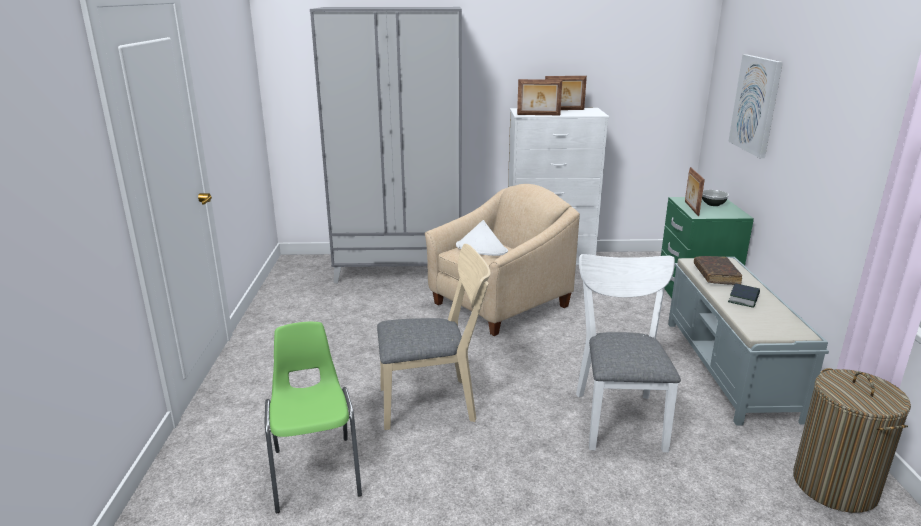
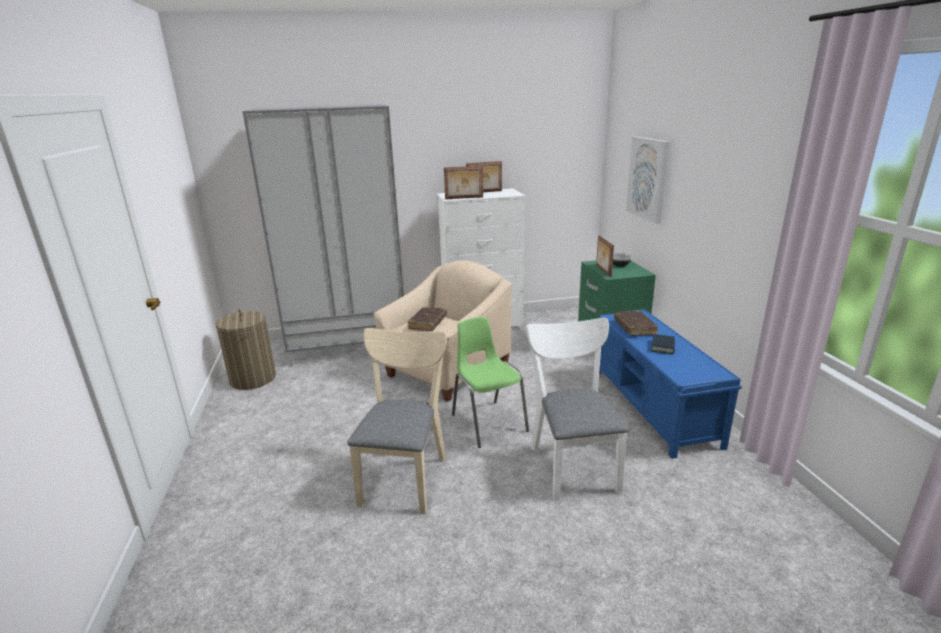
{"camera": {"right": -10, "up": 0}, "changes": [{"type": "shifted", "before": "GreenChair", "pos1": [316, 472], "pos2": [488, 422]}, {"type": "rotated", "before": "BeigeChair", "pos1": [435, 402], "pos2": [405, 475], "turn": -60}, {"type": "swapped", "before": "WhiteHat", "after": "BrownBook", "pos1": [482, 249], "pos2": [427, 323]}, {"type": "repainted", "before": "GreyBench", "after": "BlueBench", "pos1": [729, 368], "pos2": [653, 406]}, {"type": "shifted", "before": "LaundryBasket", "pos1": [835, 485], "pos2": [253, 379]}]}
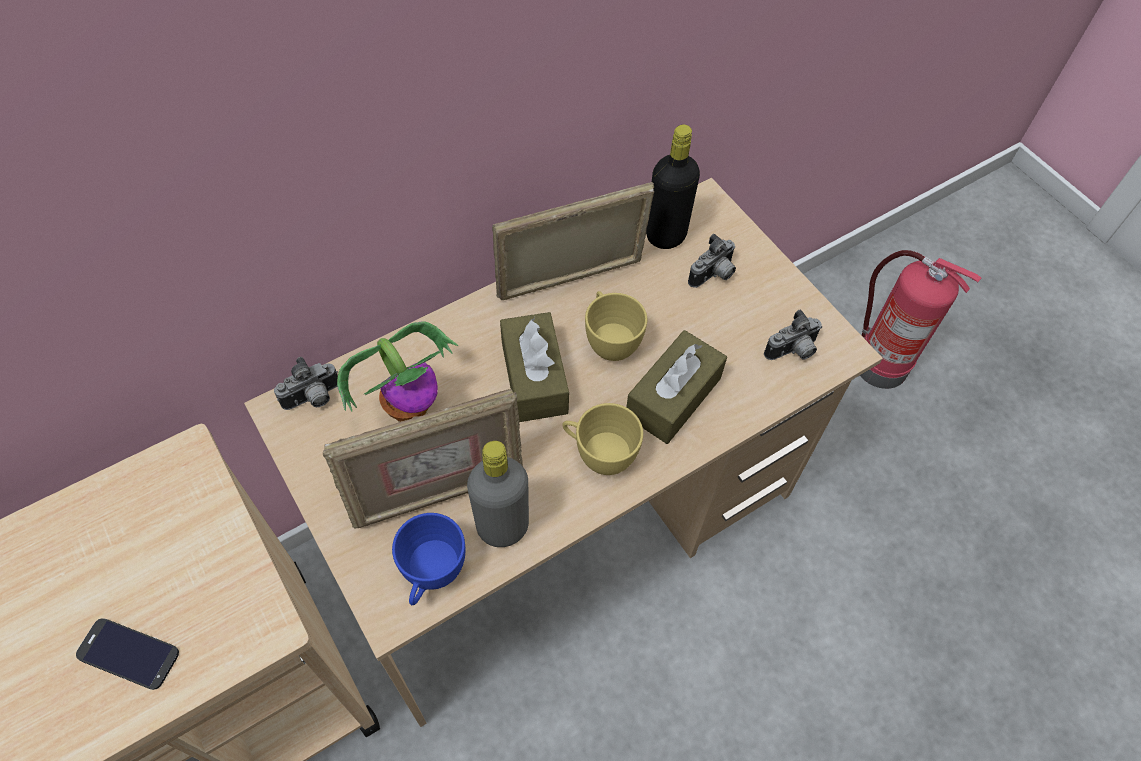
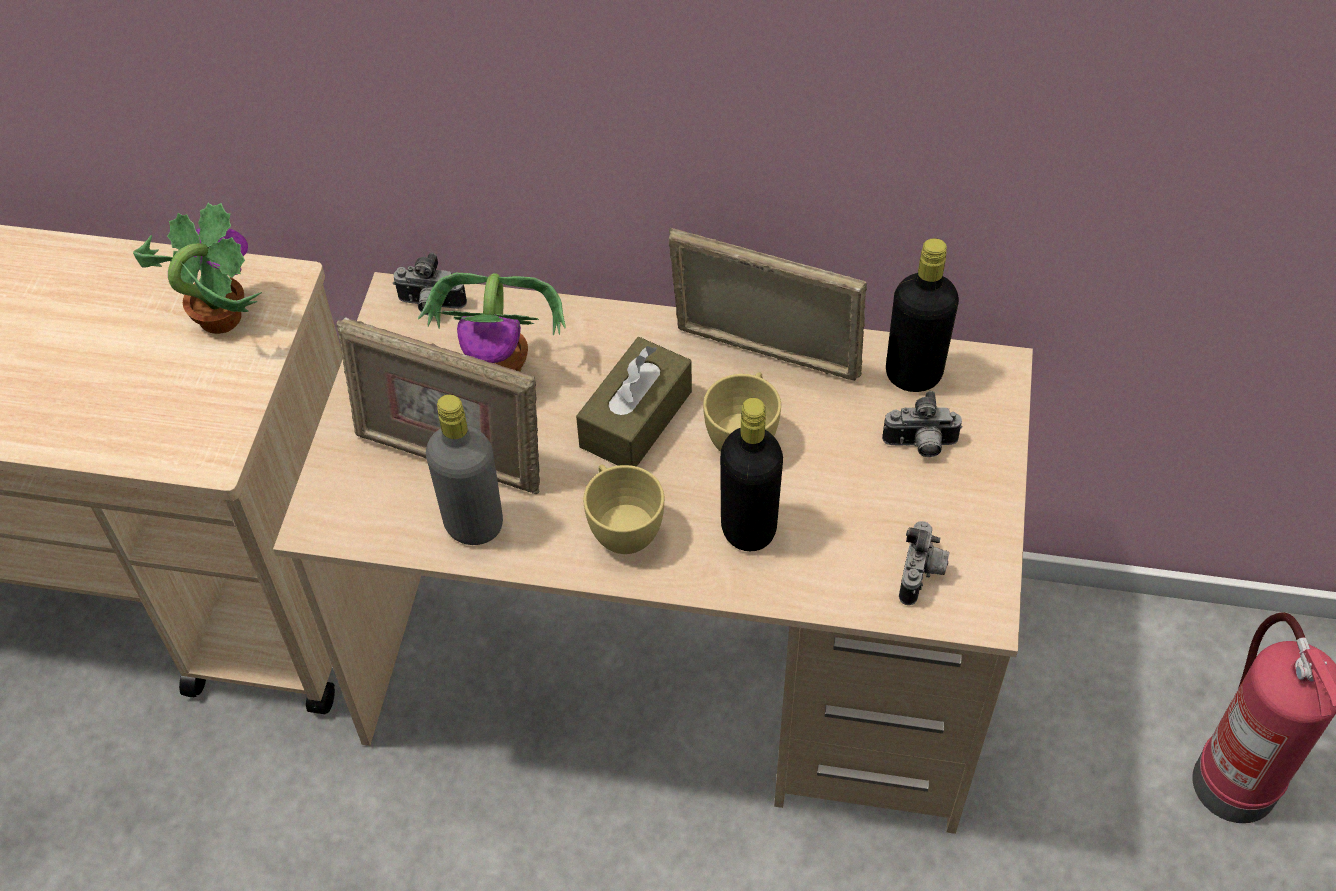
{"camera": {"right": 45, "up": -5}, "changes": [{"type": "gone", "before": "Phone", "pos1": [128, 653]}, {"type": "gone", "before": "BlueCup", "pos1": [431, 575]}, {"type": "swapped", "before": "BrownTissueBox", "after": "BlackBottle", "pos1": [673, 397], "pos2": [748, 529]}, {"type": "rotated", "before": "PhotoCamera", "pos1": [793, 352], "pos2": [922, 575], "turn": -90}, {"type": "new", "after": "PottedPlant", "pos2": [218, 317]}]}
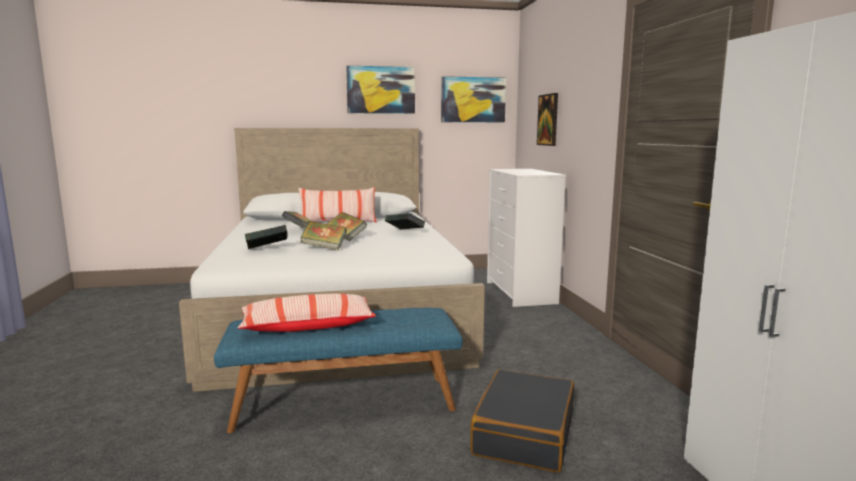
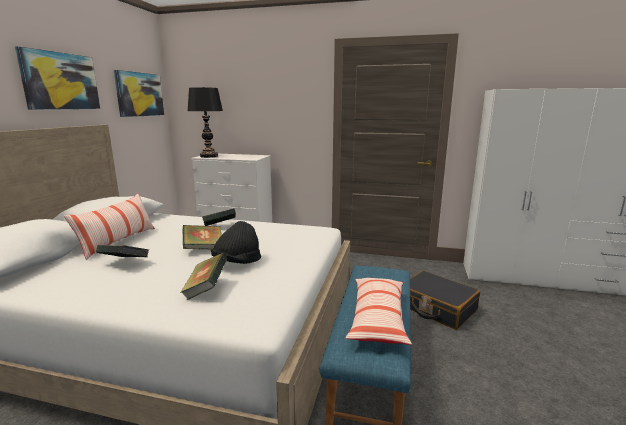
{"camera": {"right": -65, "up": 5}, "changes": [{"type": "swapped", "before": "Book", "after": "BlackHat", "pos1": [324, 248], "pos2": [237, 262]}, {"type": "gone", "before": "Picture", "pos1": [548, 120]}, {"type": "new", "after": "BlackTableLamp", "pos2": [209, 156]}]}
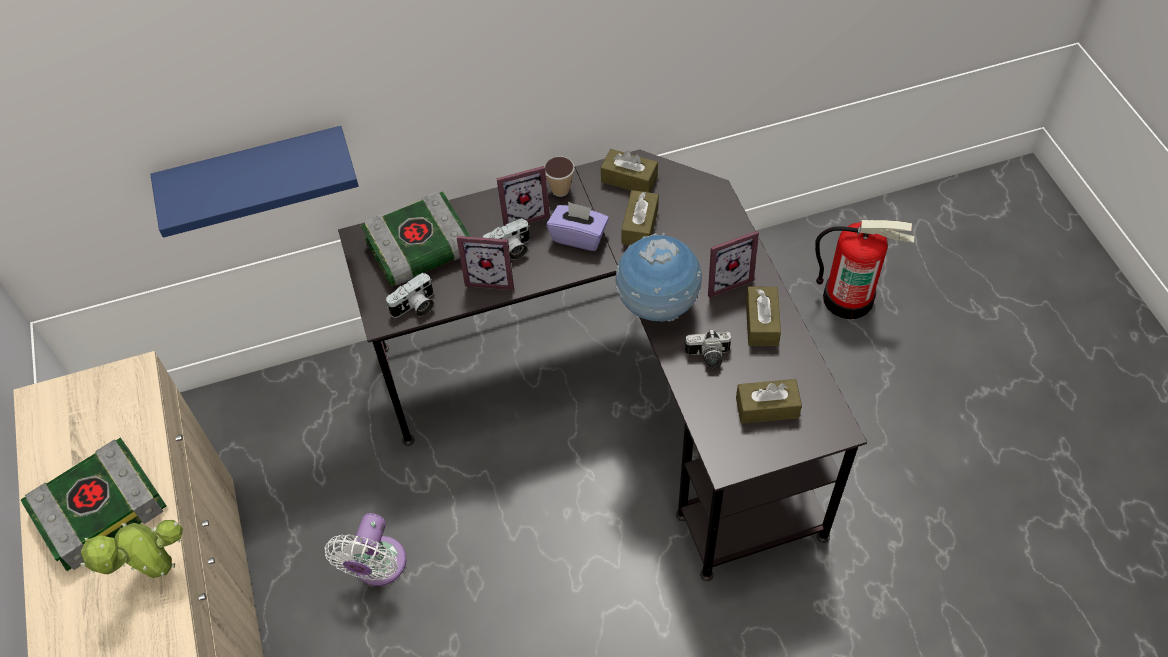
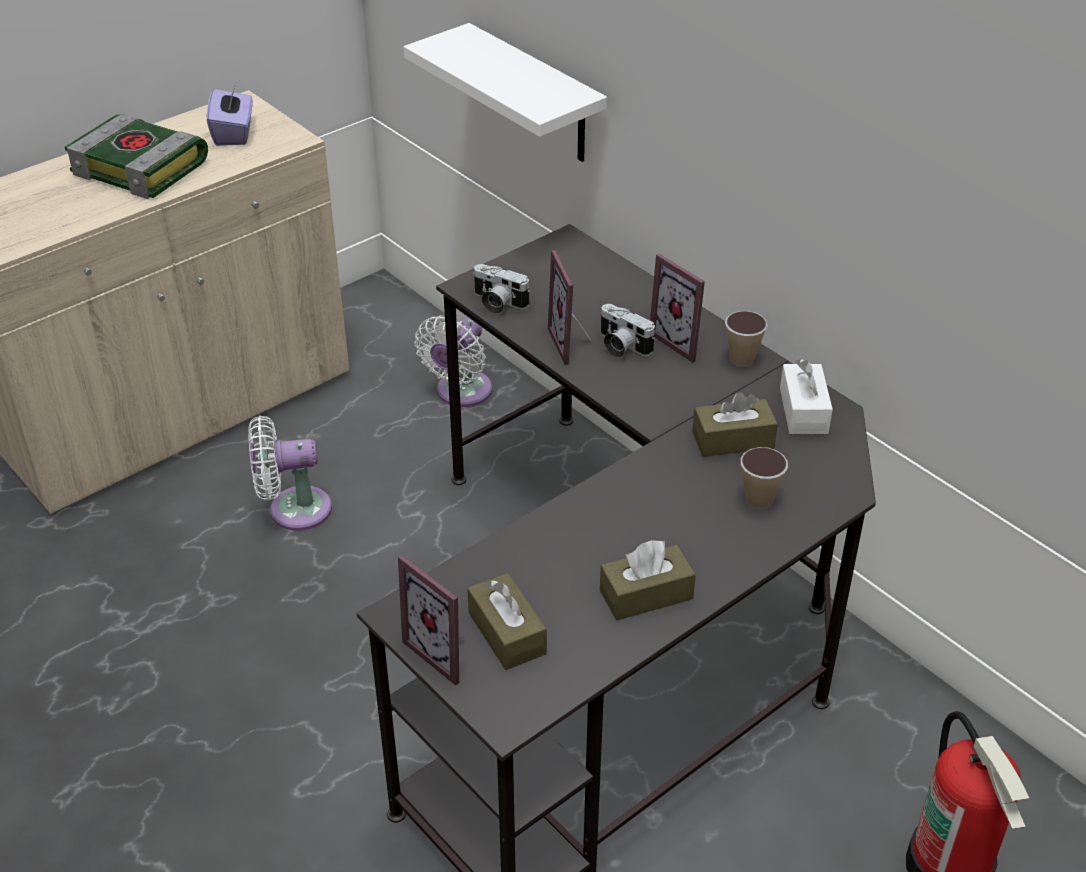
{"camera": {"right": 65, "up": -15}, "changes": [{"type": "gone", "before": "PottedPlant", "pos1": [158, 572]}, {"type": "repainted", "before": "BlueShelf", "after": "WhiteShelf", "pos1": [256, 174], "pos2": [535, 95]}, {"type": "gone", "before": "Book", "pos1": [419, 250]}, {"type": "shifted", "before": "PurpleTissueBox", "pos1": [579, 236], "pos2": [234, 133]}, {"type": "repainted", "before": "BrownTissueBox", "after": "WhiteTissueBox", "pos1": [629, 179], "pos2": [803, 411]}, {"type": "gone", "before": "Globe", "pos1": [657, 306]}, {"type": "gone", "before": "PhotoCamera", "pos1": [708, 357]}, {"type": "shifted", "before": "PictureFrame", "pos1": [724, 279], "pos2": [445, 651]}, {"type": "new", "after": "WhiteFan", "pos2": [461, 393]}, {"type": "new", "after": "Cup", "pos2": [759, 500]}]}
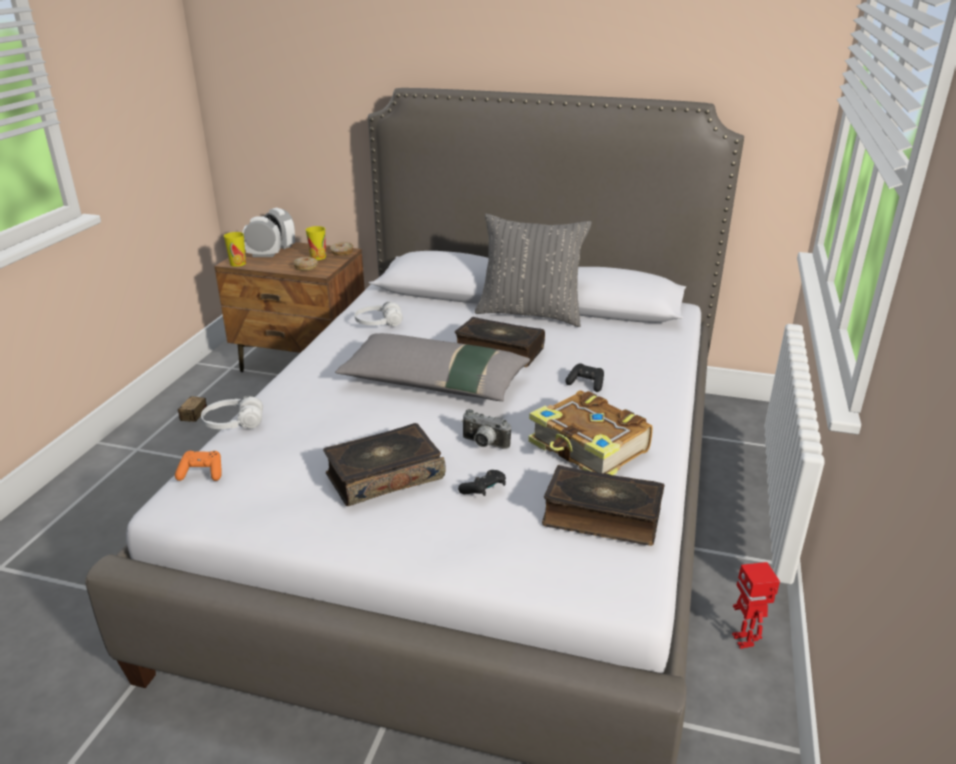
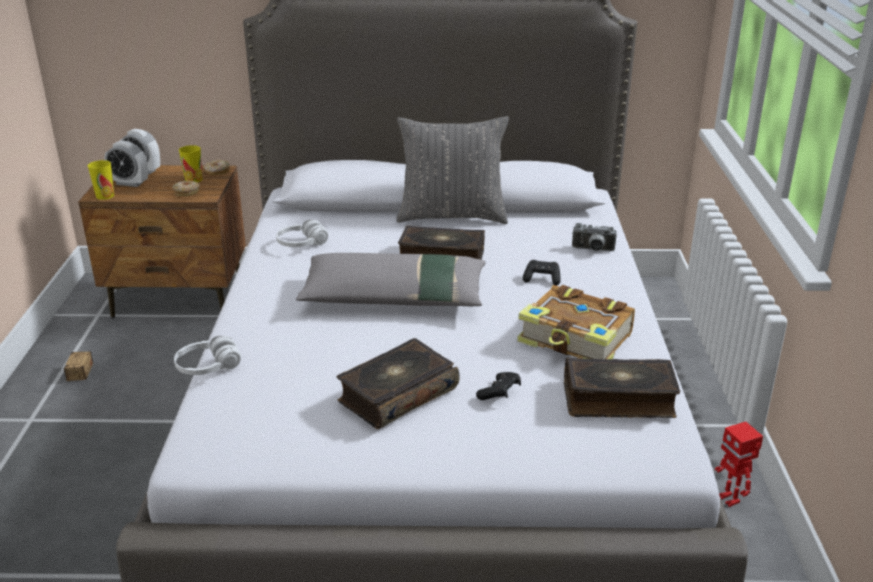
{"camera": {"right": -15, "up": 0}, "changes": [{"type": "gone", "before": "OrangeGameController", "pos1": [202, 473]}, {"type": "rotated", "before": "AlarmClock", "pos1": [264, 255], "pos2": [129, 183], "turn": -150}, {"type": "shifted", "before": "PhotoCamera", "pos1": [483, 444], "pos2": [593, 250]}]}
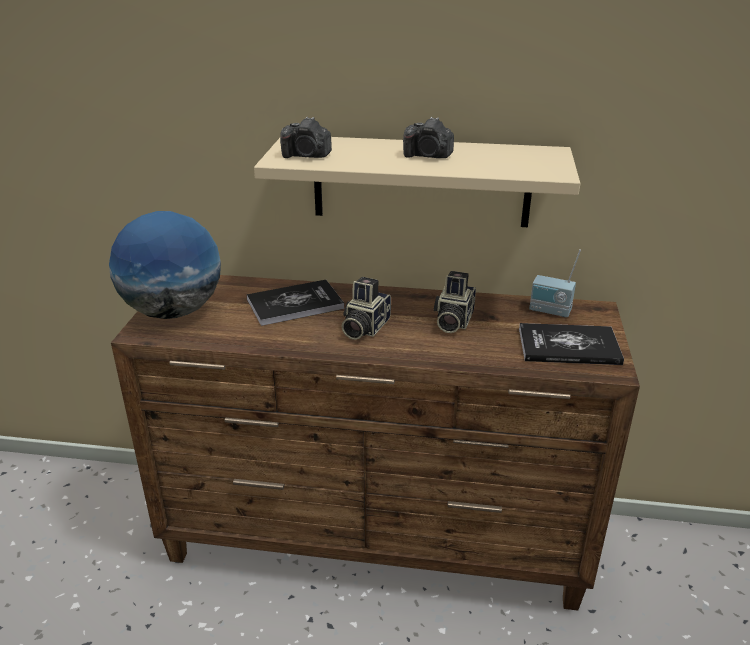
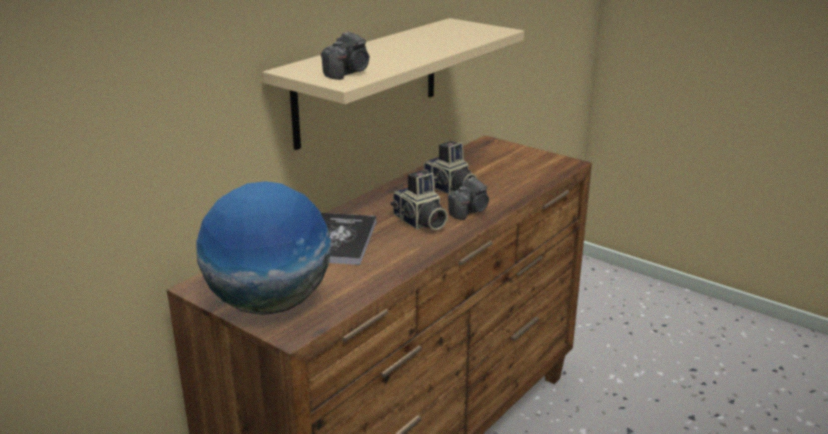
{"camera": {"right": -60, "up": -5}, "changes": [{"type": "shifted", "before": "PhotoCamera", "pos1": [428, 156], "pos2": [469, 211]}, {"type": "gone", "before": "Book", "pos1": [568, 346]}, {"type": "gone", "before": "Radio", "pos1": [550, 311]}]}
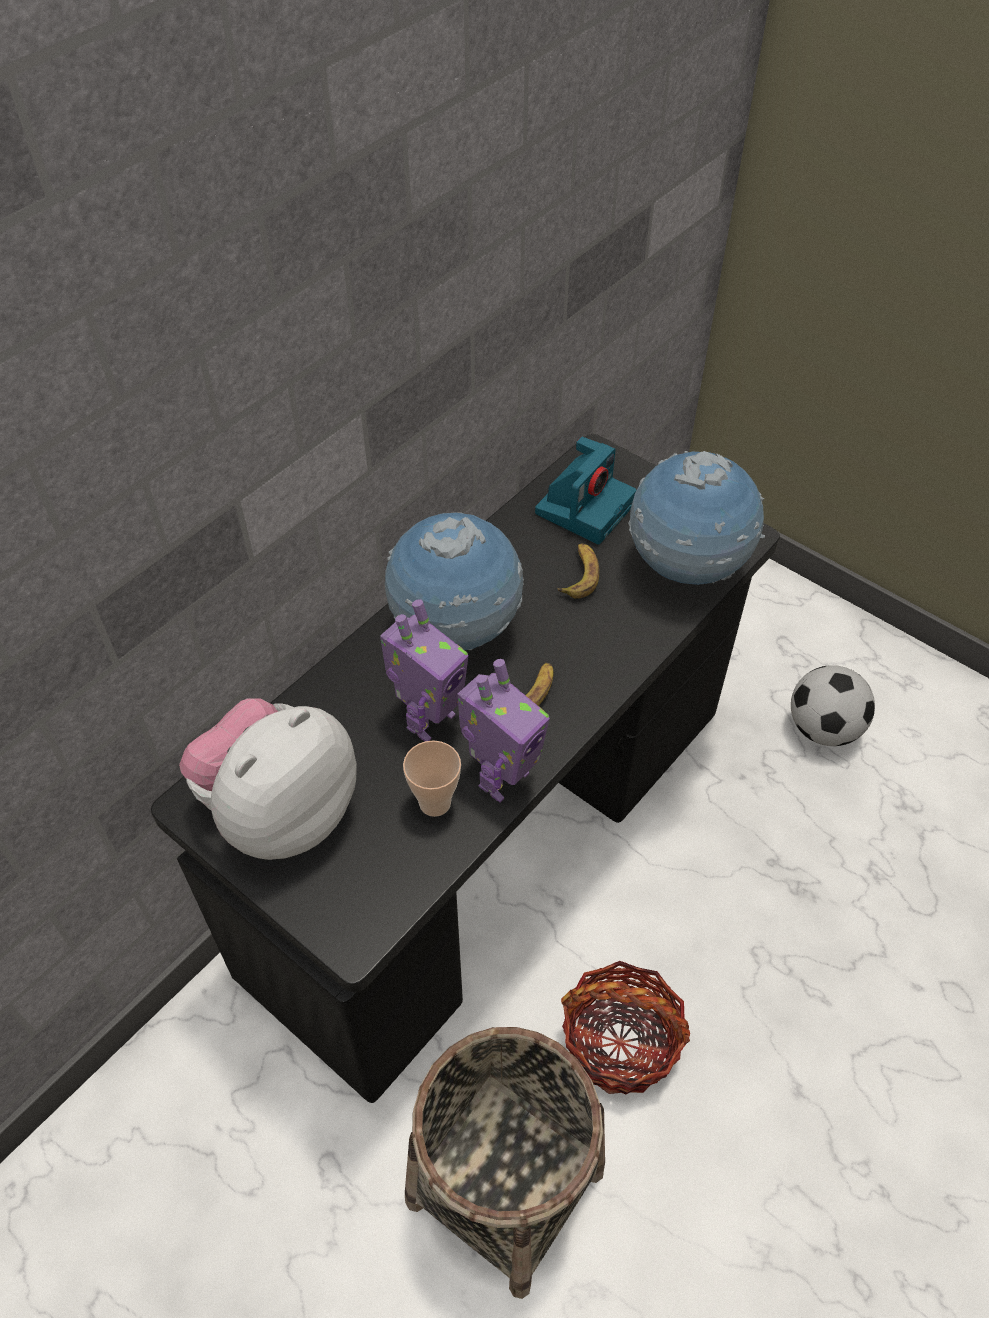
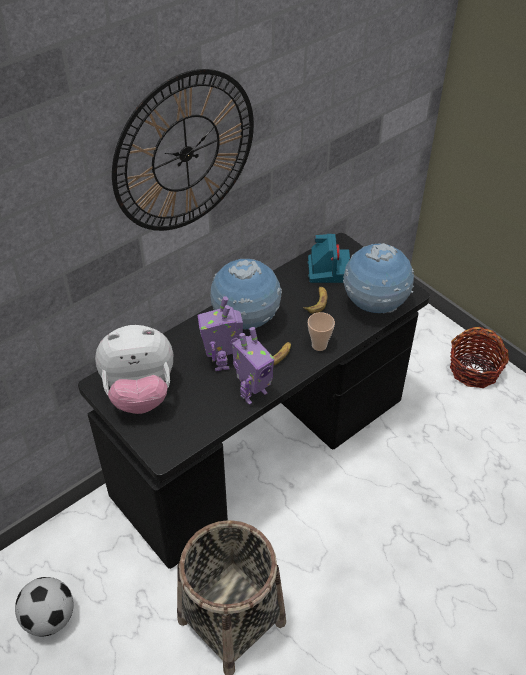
{"camera": {"right": 10, "up": -5}, "changes": [{"type": "rotated", "before": "PlushToy", "pos1": [280, 812], "pos2": [140, 394], "turn": -150}, {"type": "rotated", "before": "ToyRobot", "pos1": [428, 720], "pos2": [222, 361], "turn": 120}, {"type": "shifted", "before": "Cup", "pos1": [435, 803], "pos2": [319, 345]}, {"type": "rotated", "before": "PhotoCamera", "pos1": [585, 507], "pos2": [328, 269], "turn": -45}, {"type": "shifted", "before": "Basket", "pos1": [620, 1042], "pos2": [474, 370]}, {"type": "shifted", "before": "Football", "pos1": [823, 728], "pos2": [50, 618]}, {"type": "new", "after": "WallClock", "pos2": [185, 153]}]}
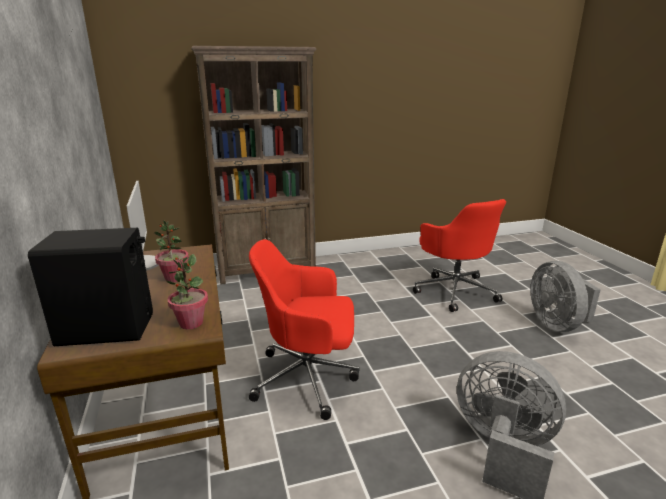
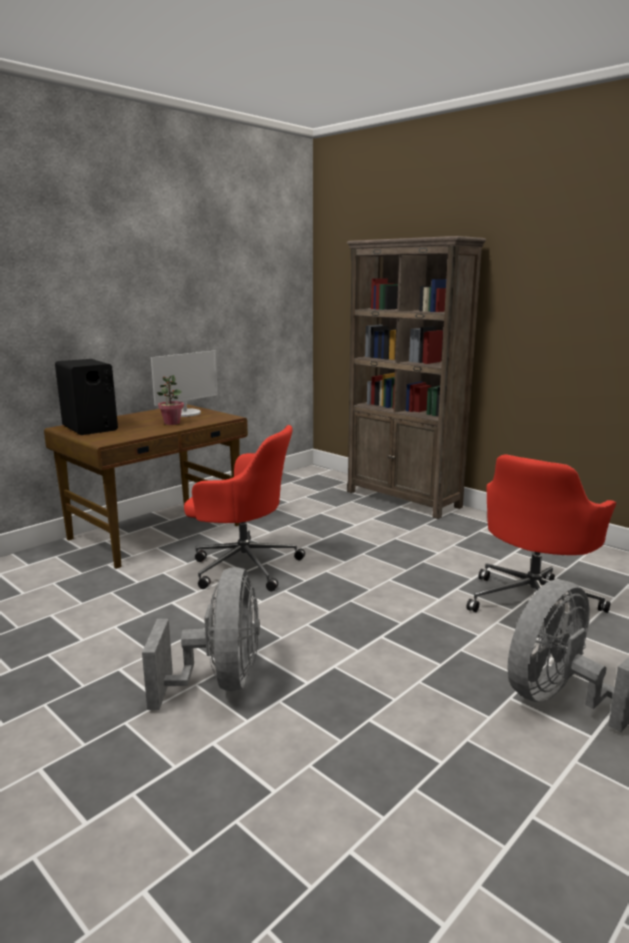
{"camera": {"right": 60, "up": -5}, "changes": [{"type": "gone", "before": "PottedPlant", "pos1": [191, 323]}, {"type": "rotated", "before": "RedOfficeChair", "pos1": [308, 378], "pos2": [243, 565], "turn": 135}]}
